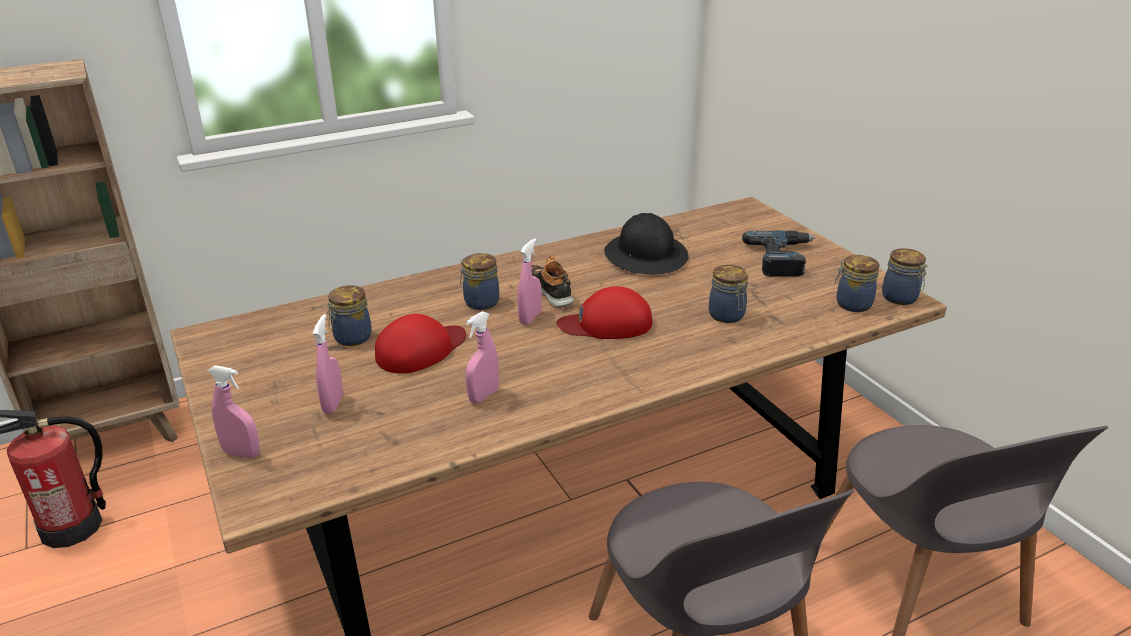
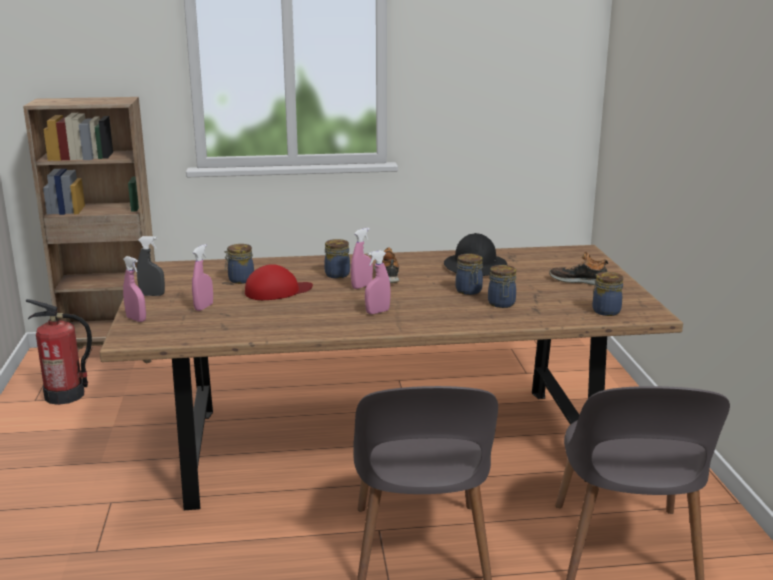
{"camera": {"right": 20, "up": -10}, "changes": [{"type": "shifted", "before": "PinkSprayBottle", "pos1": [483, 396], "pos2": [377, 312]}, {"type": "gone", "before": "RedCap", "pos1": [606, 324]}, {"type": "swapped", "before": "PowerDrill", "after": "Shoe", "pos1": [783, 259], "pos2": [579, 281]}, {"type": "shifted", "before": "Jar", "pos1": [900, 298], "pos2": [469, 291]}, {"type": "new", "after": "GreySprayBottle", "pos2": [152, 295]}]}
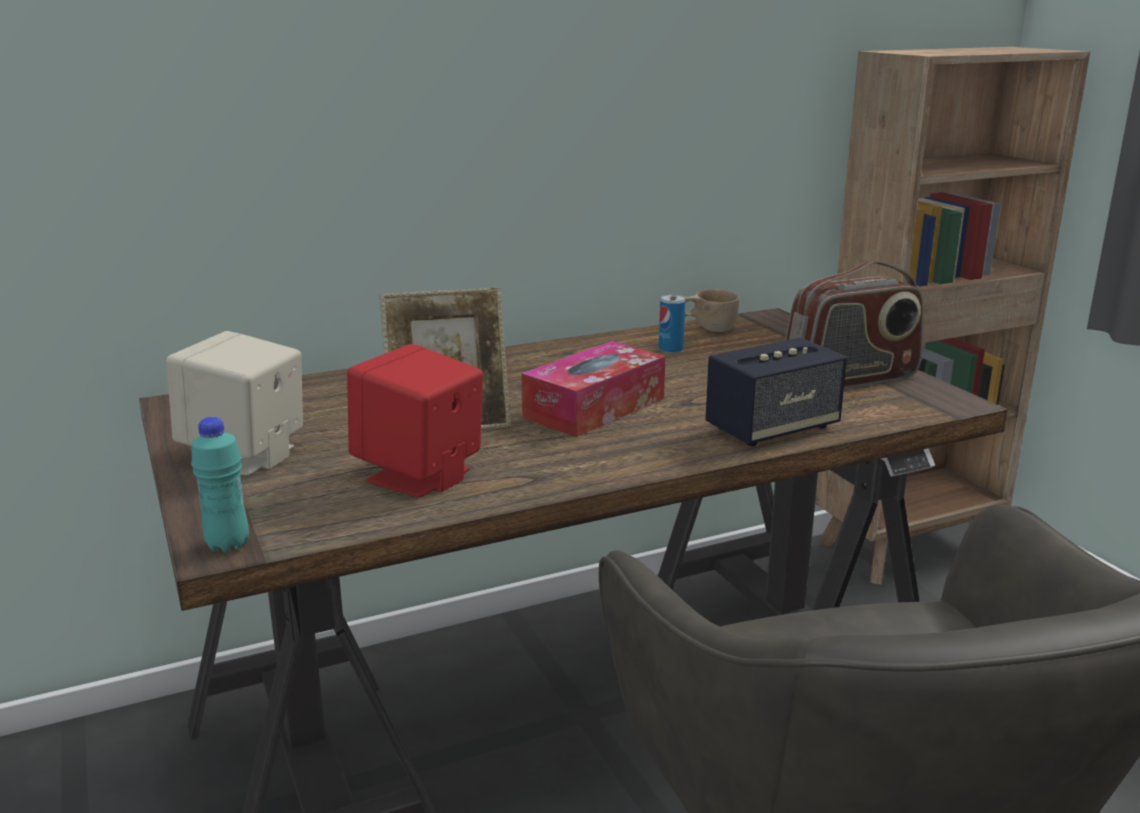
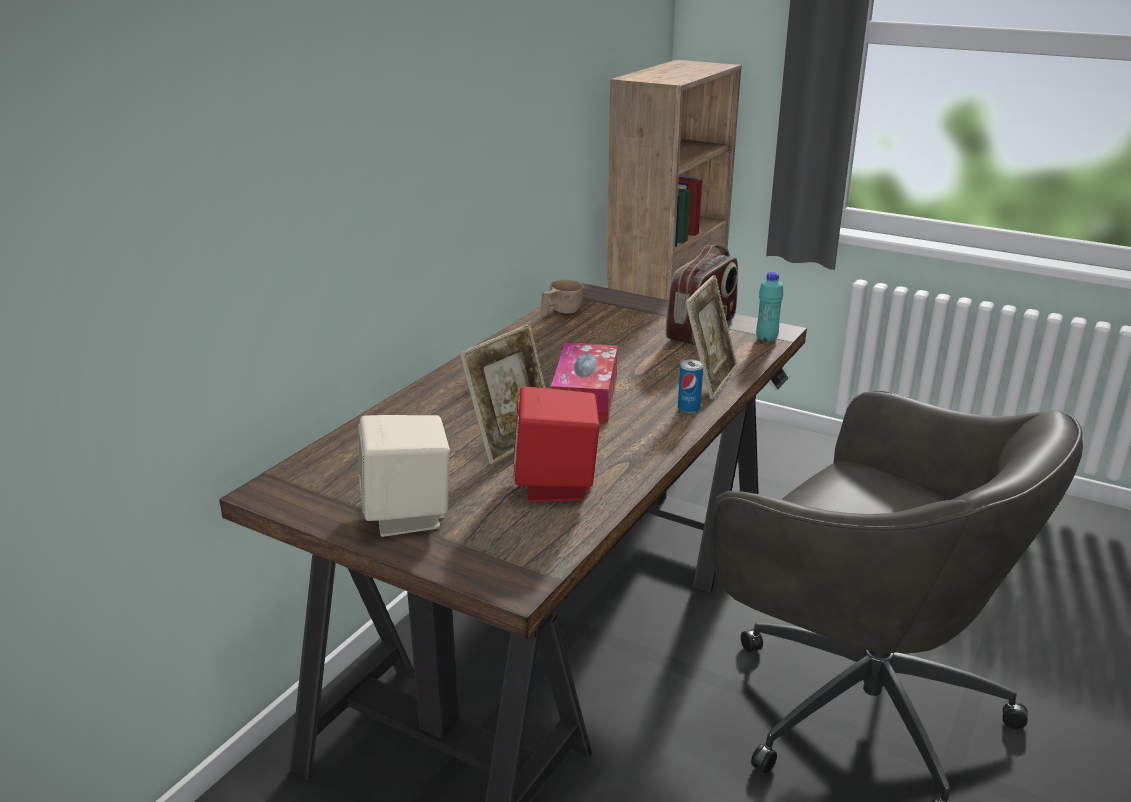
{"camera": {"right": -35, "up": 5}, "changes": [{"type": "shifted", "before": "TurquoiseBottle", "pos1": [228, 545], "pos2": [766, 338]}, {"type": "shifted", "before": "Can", "pos1": [671, 349], "pos2": [689, 408]}, {"type": "swapped", "before": "Speaker", "after": "PictureFrame", "pos1": [772, 428], "pos2": [709, 379]}]}
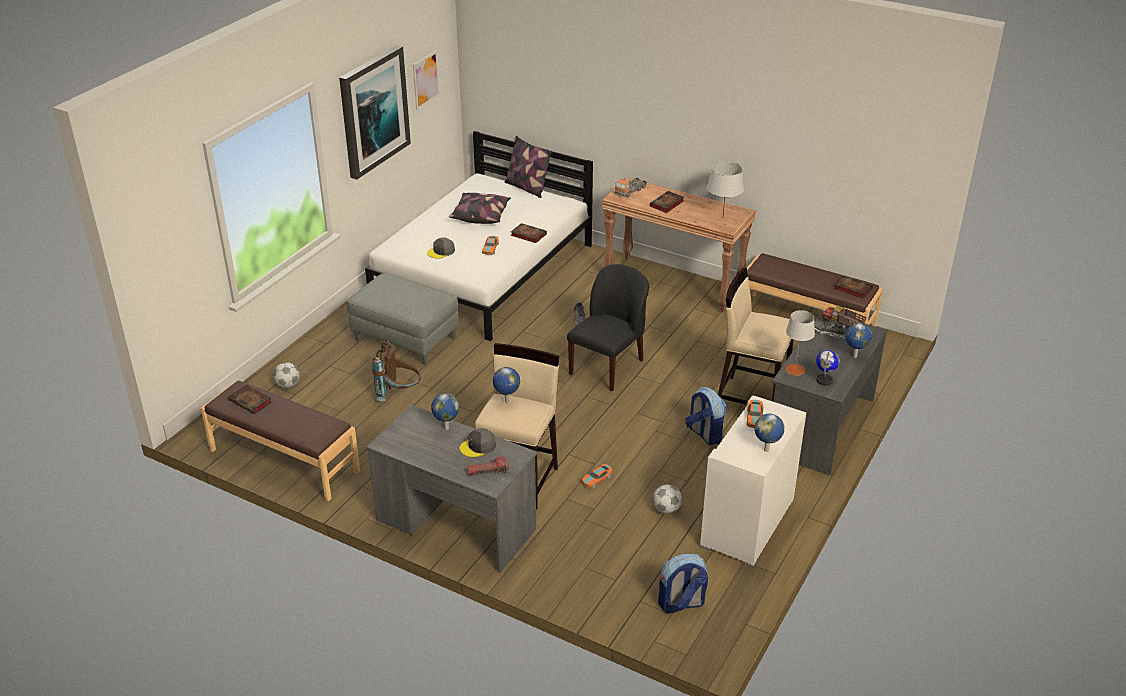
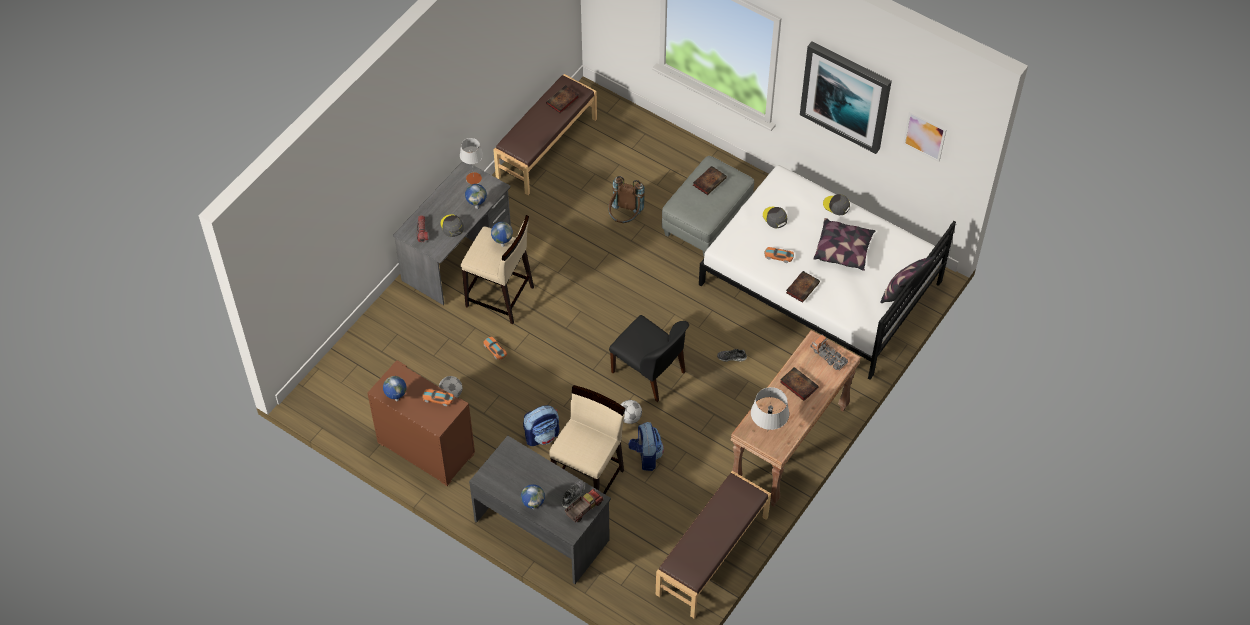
{"camera": {"right": 95, "up": 20}, "changes": [{"type": "shifted", "before": "Football", "pos1": [288, 385], "pos2": [630, 417]}, {"type": "shifted", "before": "Backpack", "pos1": [681, 604], "pos2": [646, 456]}, {"type": "repainted", "before": "WhiteDresser", "after": "BrownDresser", "pos1": [748, 524], "pos2": [425, 448]}, {"type": "shifted", "before": "GreyTableLamp", "pos1": [795, 370], "pos2": [473, 178]}, {"type": "gone", "before": "Globe", "pos1": [824, 380]}, {"type": "shifted", "before": "Book", "pos1": [851, 289], "pos2": [709, 181]}, {"type": "new", "after": "GreyCap", "pos2": [836, 205]}]}
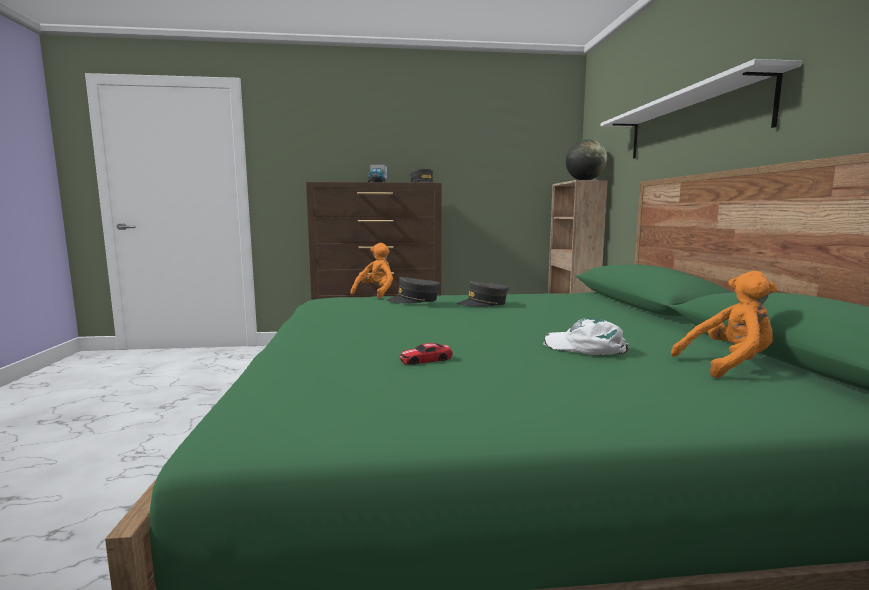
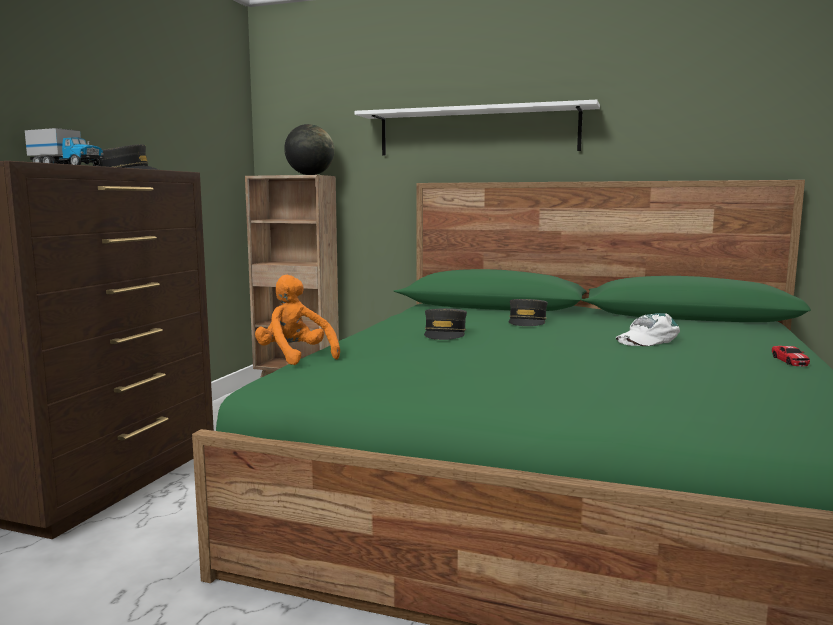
{"camera": {"right": -65, "up": 0}, "changes": [{"type": "shifted", "before": "GreyCap", "pos1": [414, 300], "pos2": [527, 322]}, {"type": "shifted", "before": "ToyCar", "pos1": [426, 360], "pos2": [790, 360]}, {"type": "gone", "before": "OrangePlushToy", "pos1": [728, 365]}]}
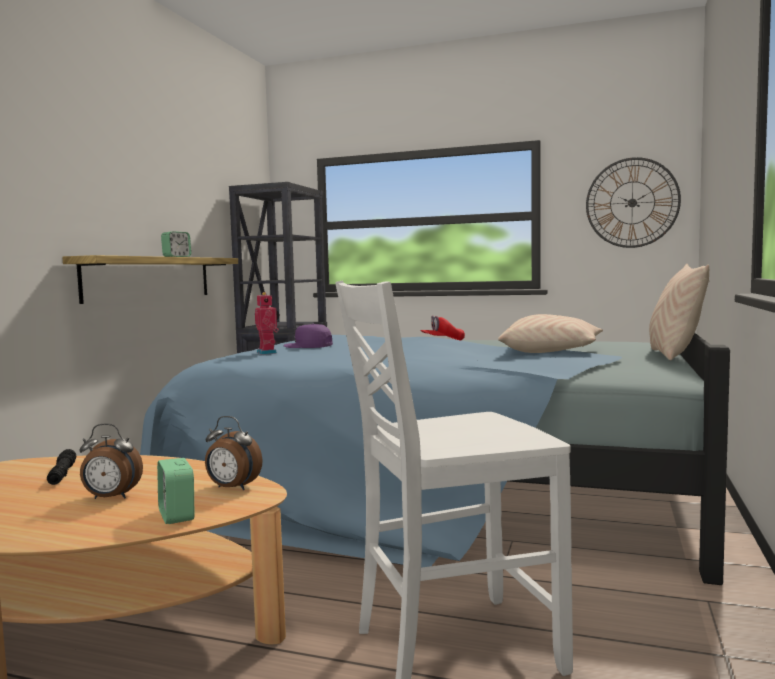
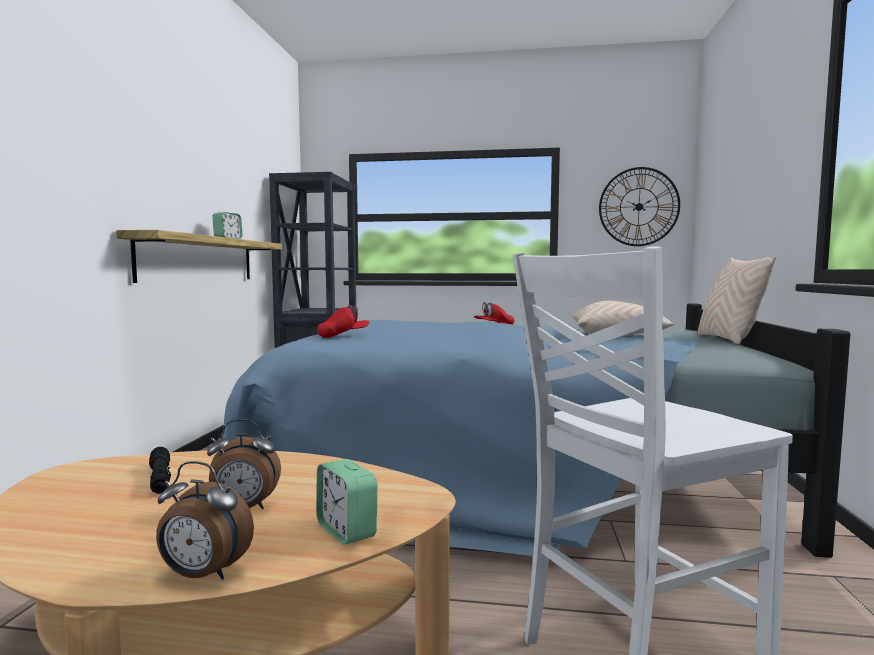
{"camera": {"right": -10, "up": 0}, "changes": [{"type": "shifted", "before": "AlarmClock", "pos1": [232, 488], "pos2": [203, 575]}, {"type": "swapped", "before": "ToyRobot", "after": "RedCap", "pos1": [268, 352], "pos2": [343, 336]}, {"type": "gone", "before": "PurpleCap", "pos1": [308, 346]}]}
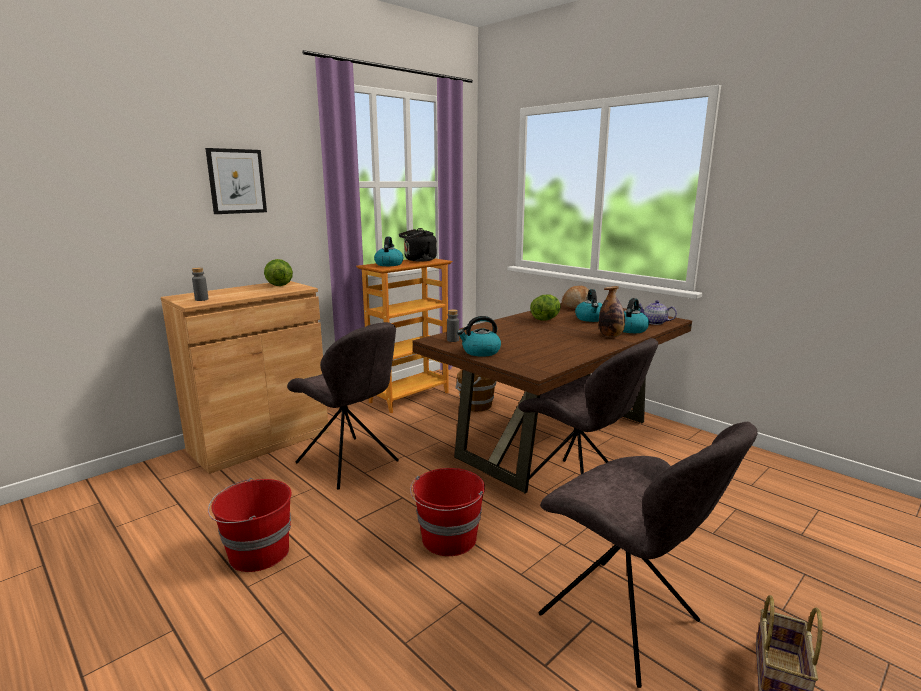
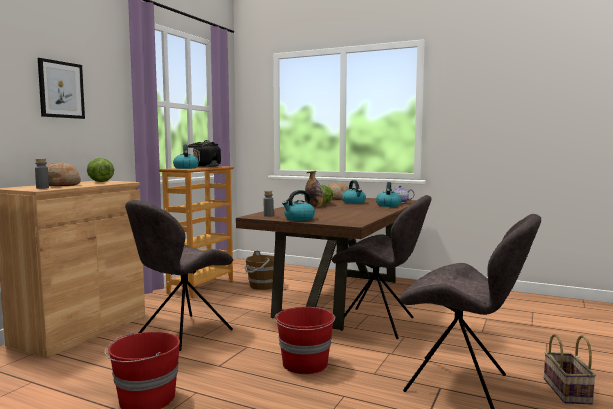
{"camera": {"right": -20, "up": -10}, "changes": [{"type": "rotated", "before": "GreyChair", "pos1": [349, 463], "pos2": [182, 333], "turn": 105}, {"type": "shifted", "before": "Bottle", "pos1": [610, 336], "pos2": [314, 207]}, {"type": "new", "after": "Bread", "pos2": [60, 185]}]}
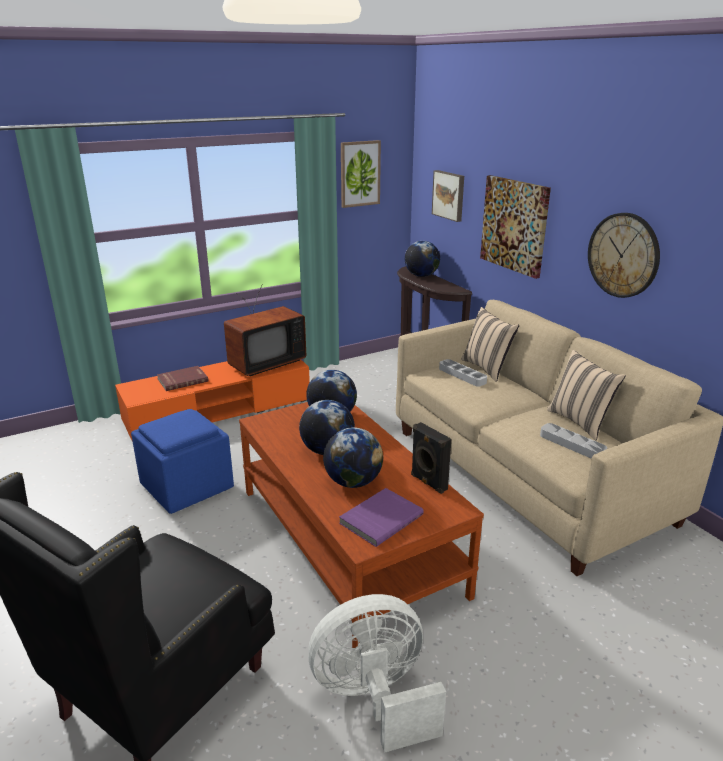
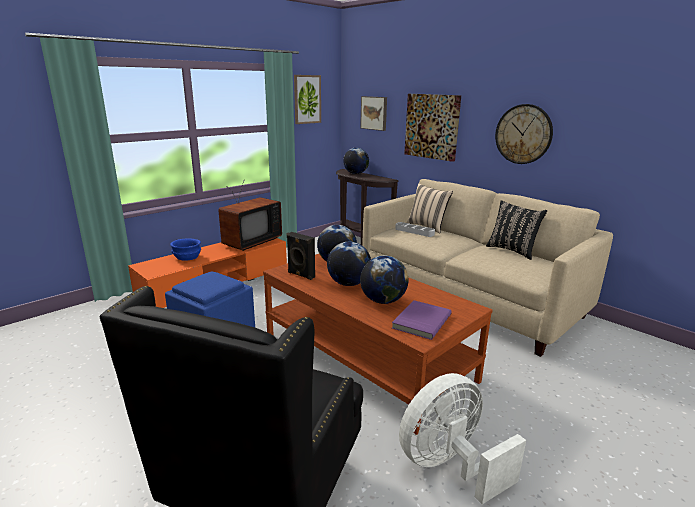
{"camera": {"right": -15, "up": -5}, "changes": [{"type": "swapped", "before": "RedBook", "after": "BlueBowl", "pos1": [182, 380], "pos2": [187, 257]}, {"type": "shifted", "before": "BlackSpeaker", "pos1": [428, 483], "pos2": [300, 275]}, {"type": "gone", "before": "GreyTray", "pos1": [572, 444]}, {"type": "repainted", "before": "BeigePillow", "after": "BlackPillow", "pos1": [580, 422], "pos2": [512, 250]}]}
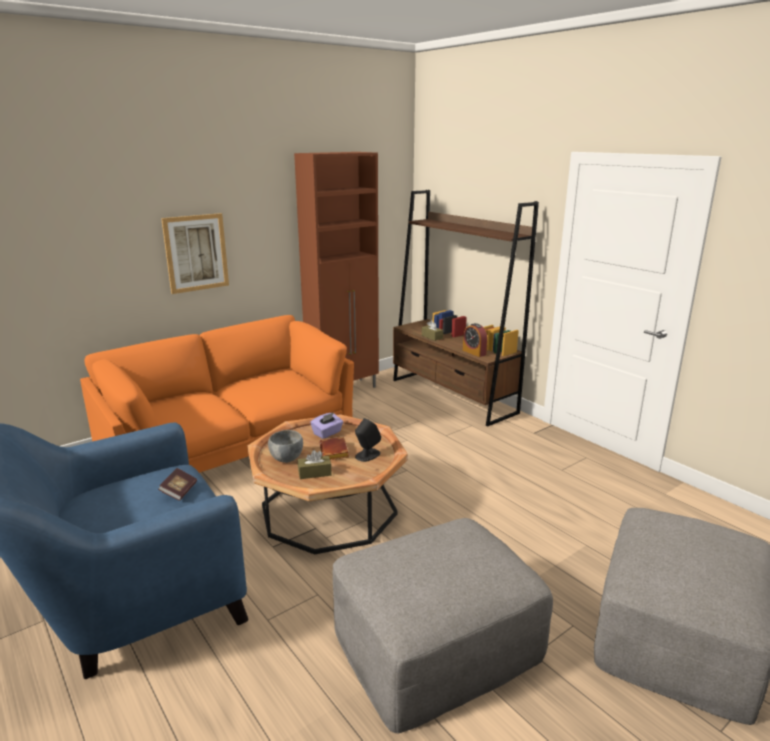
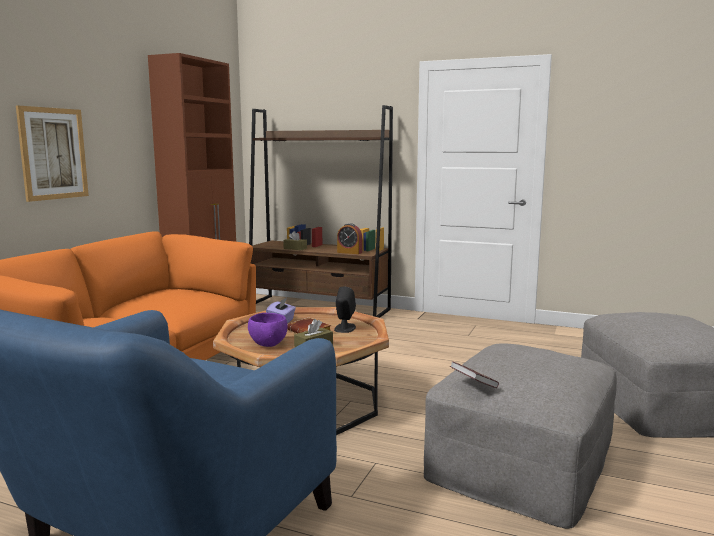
{"camera": {"right": -30, "up": -10}, "changes": [{"type": "shifted", "before": "Book", "pos1": [179, 491], "pos2": [473, 384]}, {"type": "repainted", "before": "GreyBowl", "after": "PurpleBowl", "pos1": [286, 459], "pos2": [268, 344]}]}
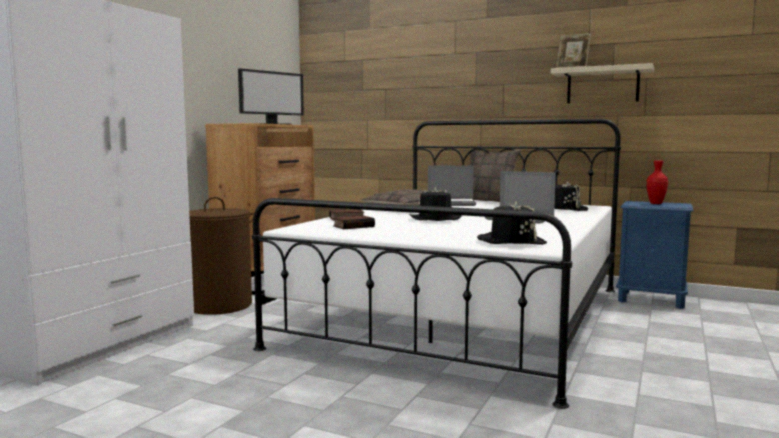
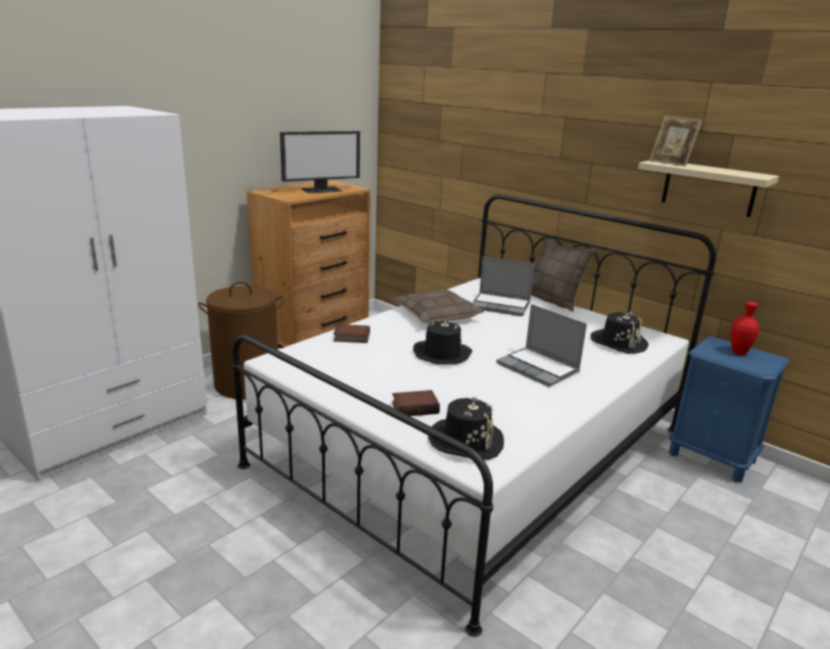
{"camera": {"right": 15, "up": 15}, "changes": [{"type": "shifted", "before": "Book", "pos1": [353, 226], "pos2": [415, 407]}]}
